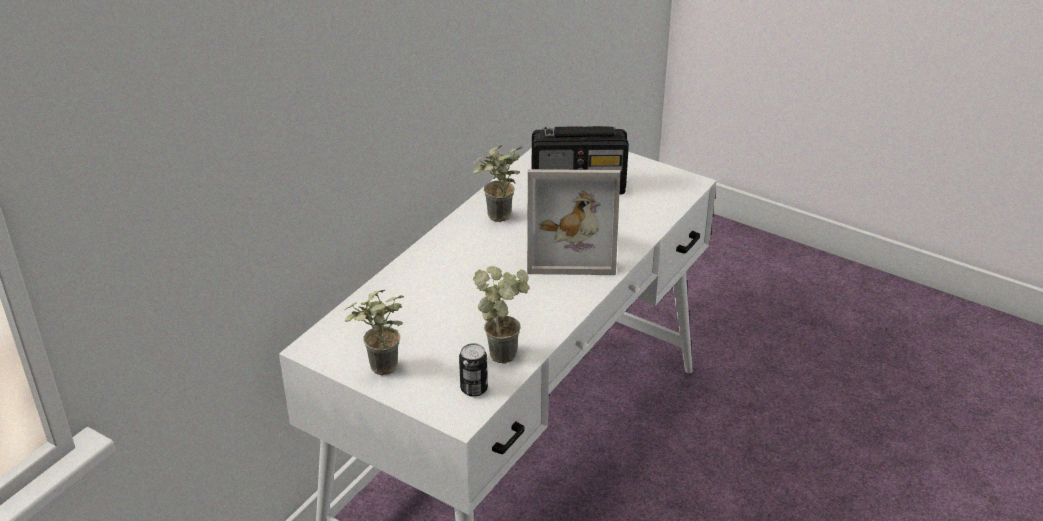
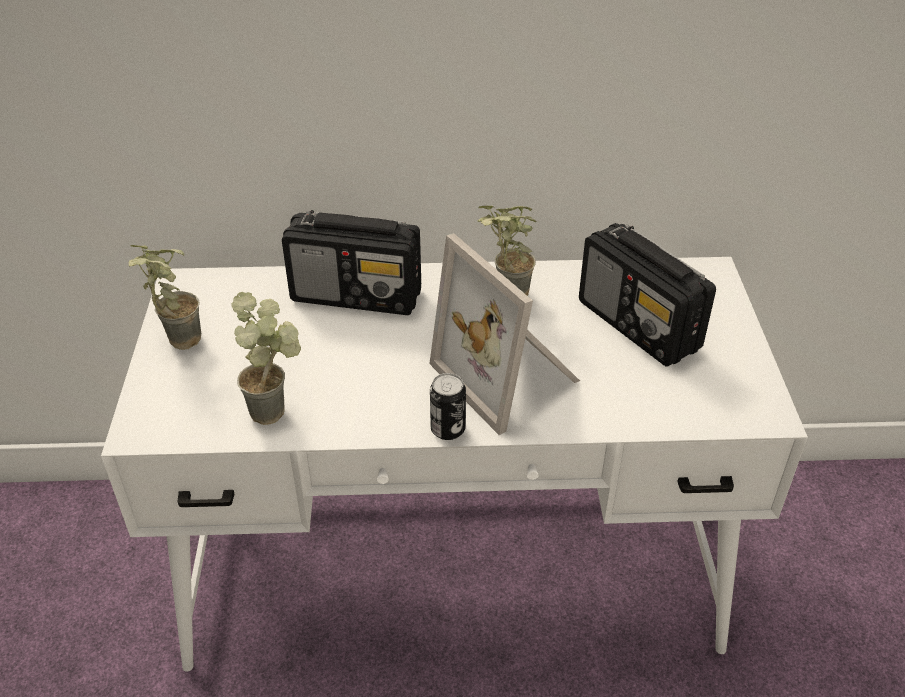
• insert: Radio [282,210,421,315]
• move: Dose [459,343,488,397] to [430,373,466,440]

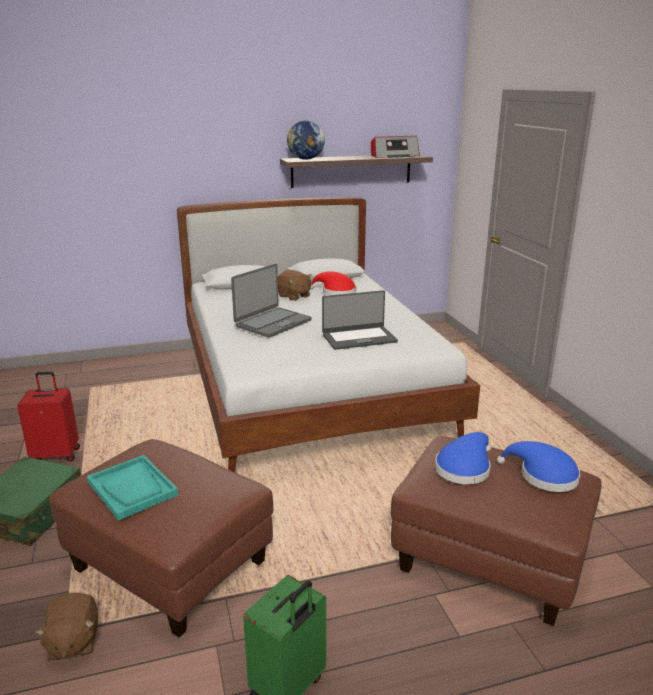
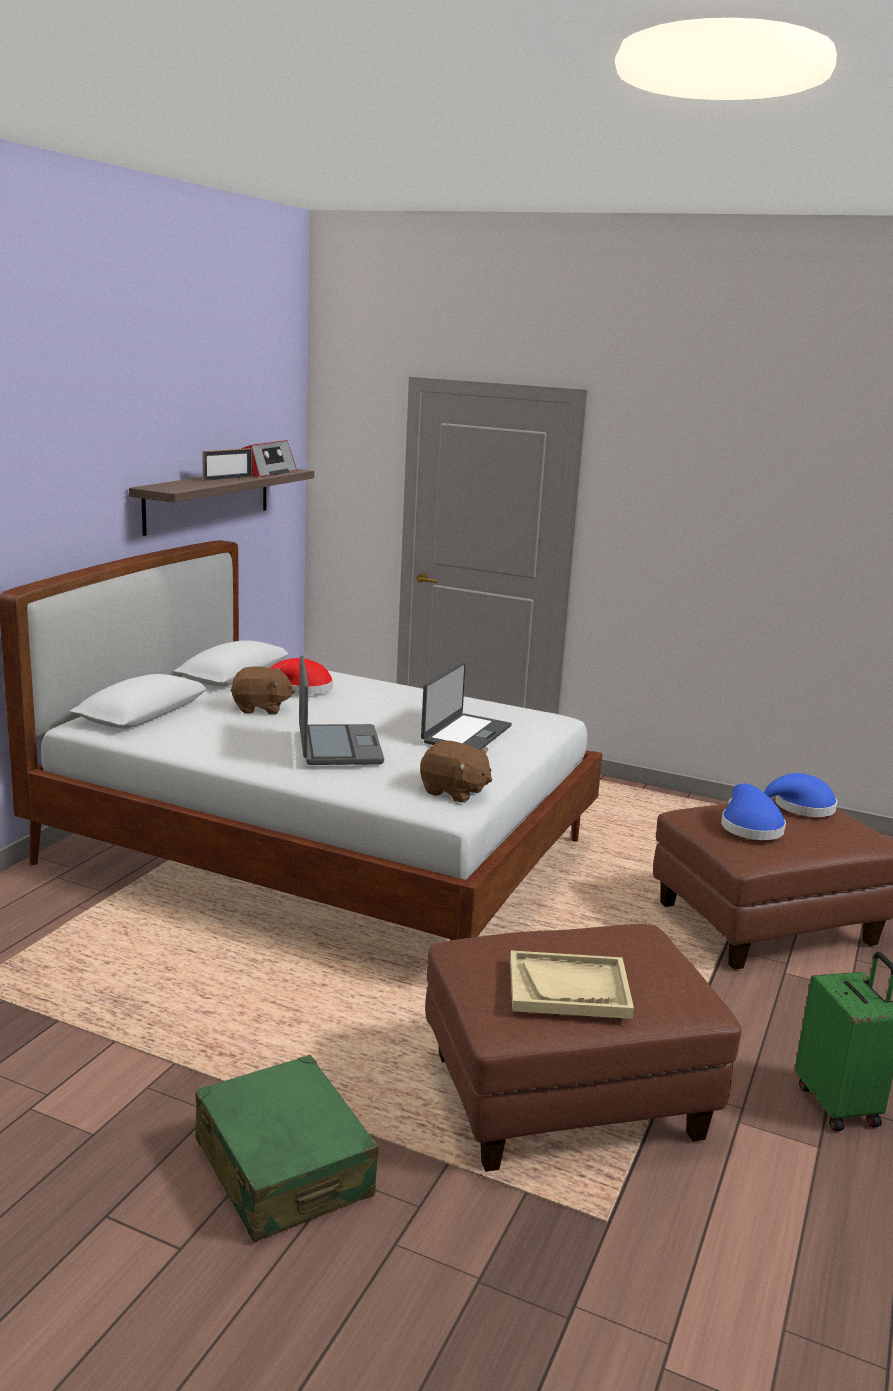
• delete: Koffer (rot) [17,372,80,461]
• delete: Globus [287,120,325,160]
• insert: Bilderrahmen [202,448,252,482]
• move: Plüschtier (braun) [35,593,98,661] to [420,740,492,803]
• recolor: Tablett (türkis) [87,455,179,521] to Tablett (beige) [510,951,634,1019]

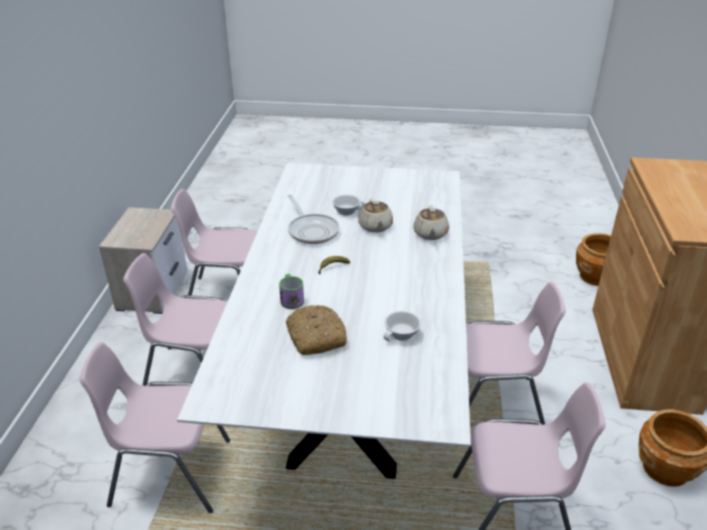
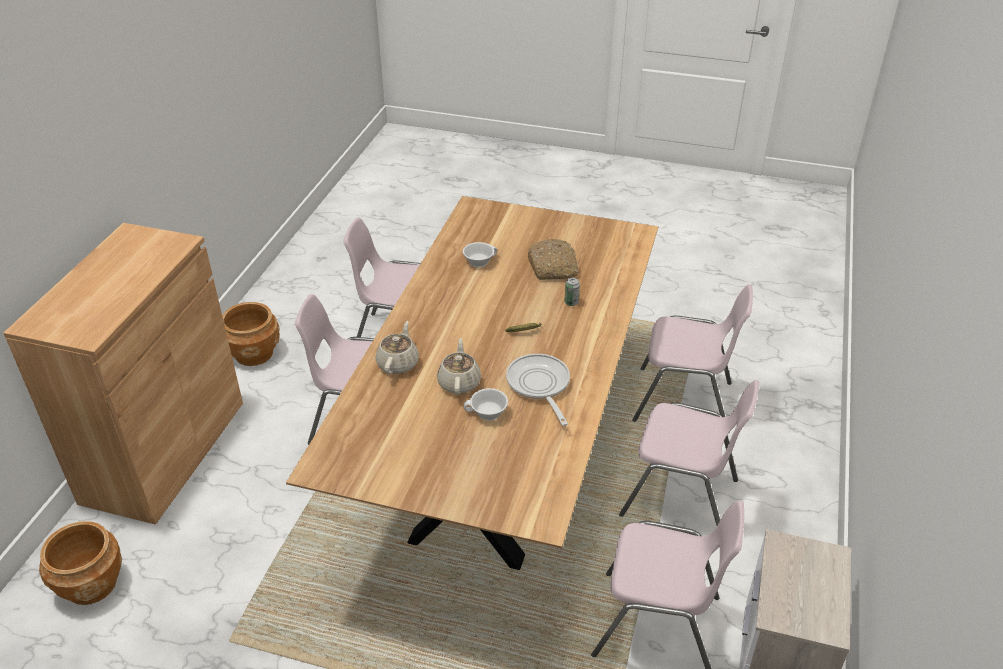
• replace: Henkelbecher [279,274,304,309] to Dose [565,278,580,306]
• recolor: Esstisch (weiß) [177,163,471,479] to Esstisch (braun) [286,196,658,570]

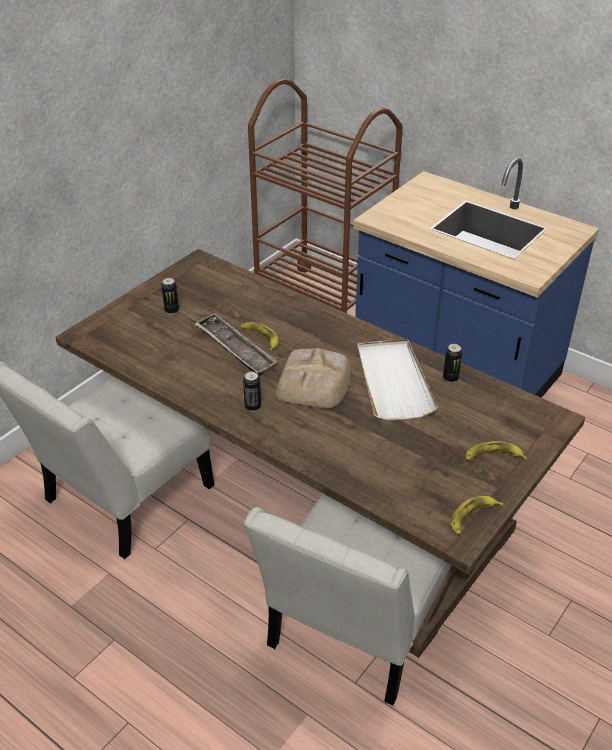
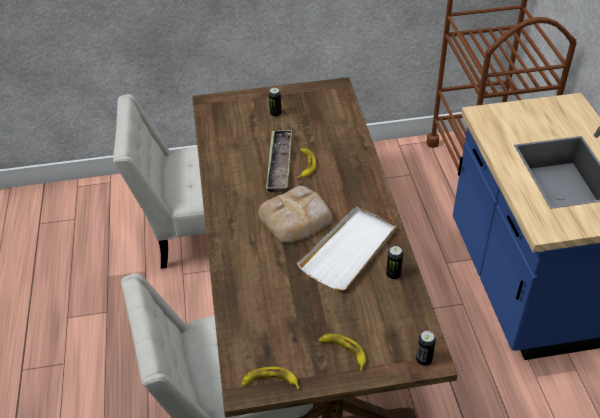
• move: Dose [243,371,261,412] to [416,331,436,366]

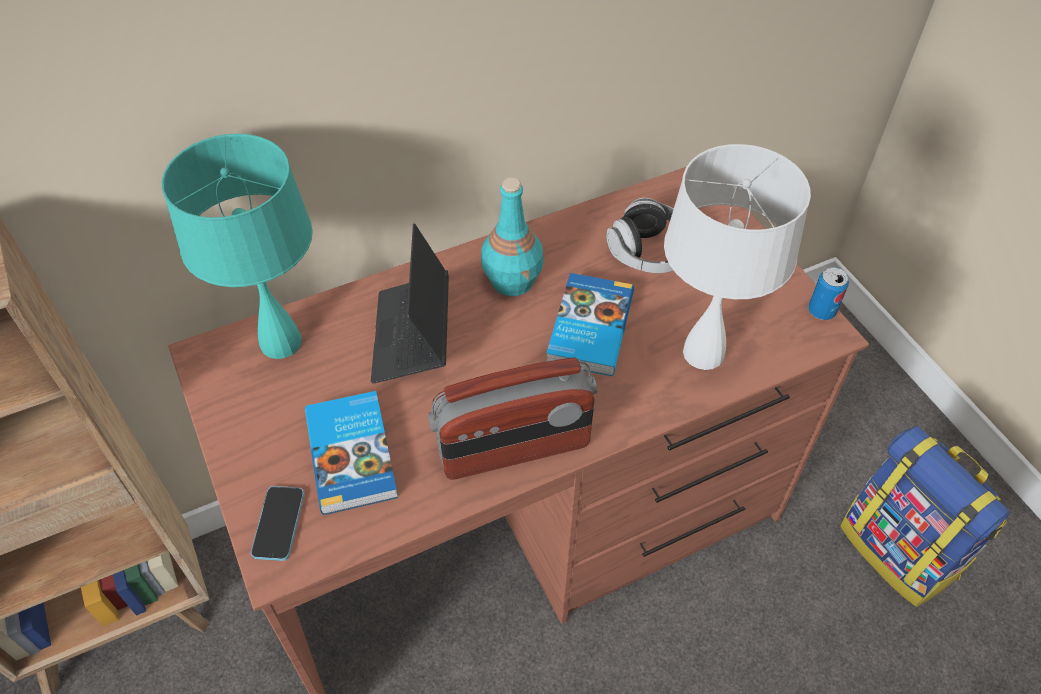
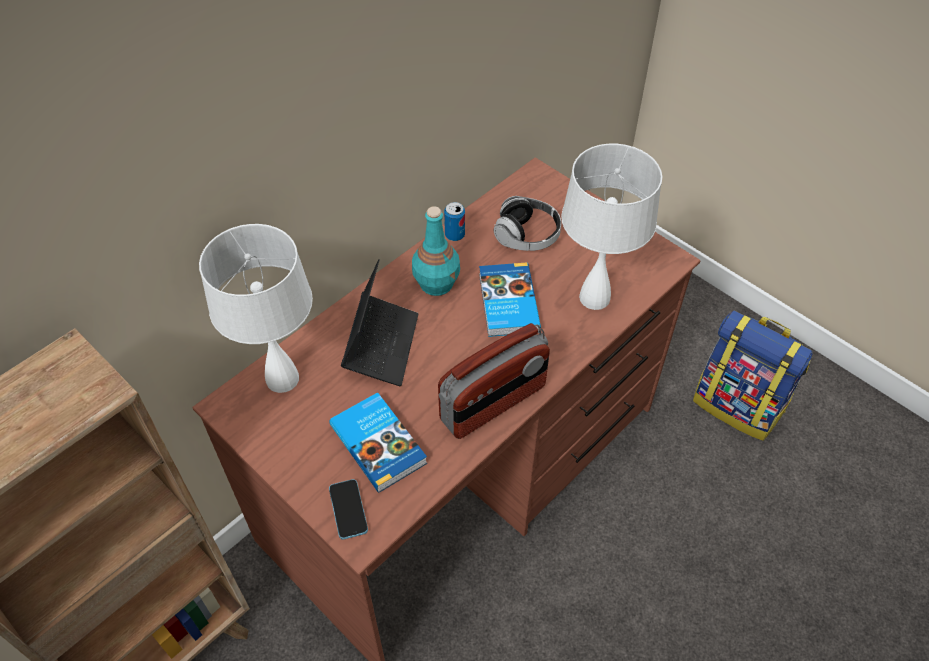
• move: Dose [808,267,849,320] to [444,202,465,241]
• recolor: Tischlampe (türkis) [162,134,313,359] to Tischlampe (weiß) [199,224,313,393]
• rotate: Laptop [371,223,449,383] = [341,259,418,386] 150 degrees counterclockwise

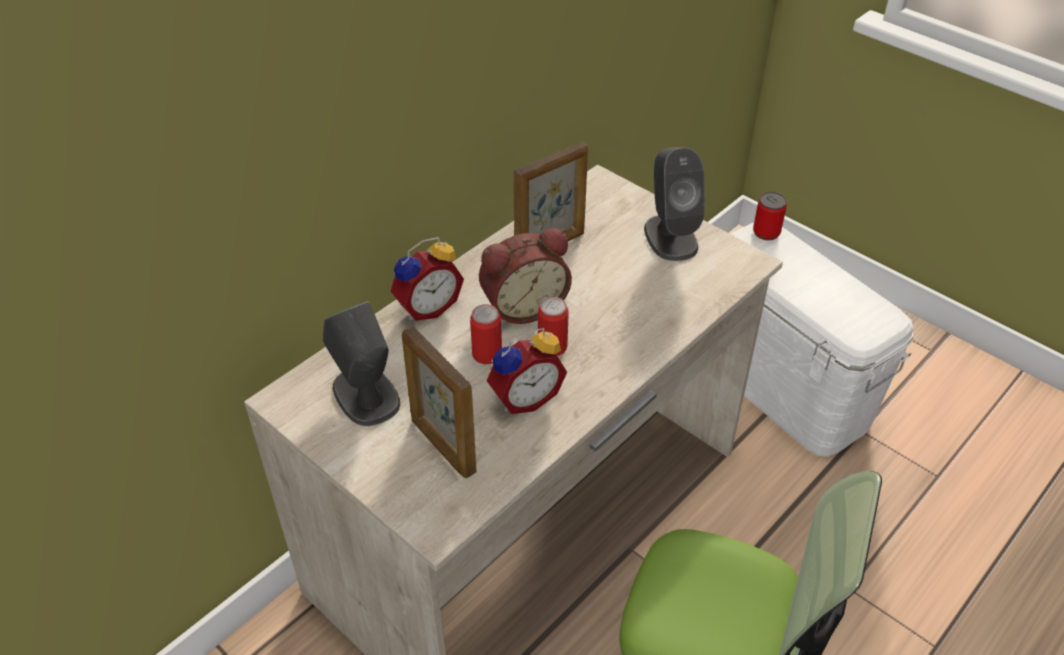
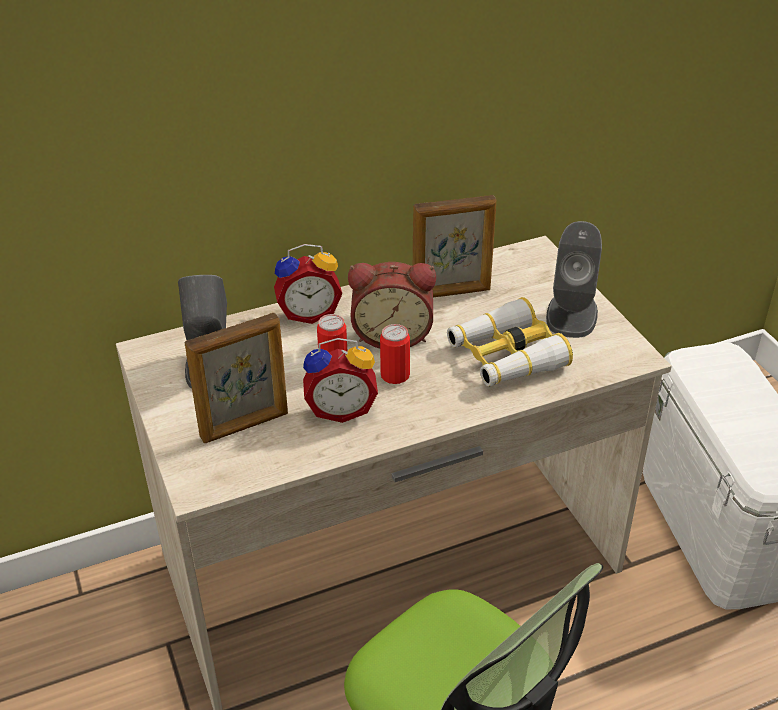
• delete: Dose [753,192,787,240]
• insert: Fernglas [447,297,573,386]
• rotate: Bilderrahmen [402,326,477,479] = [185,313,288,443] 105 degrees counterclockwise

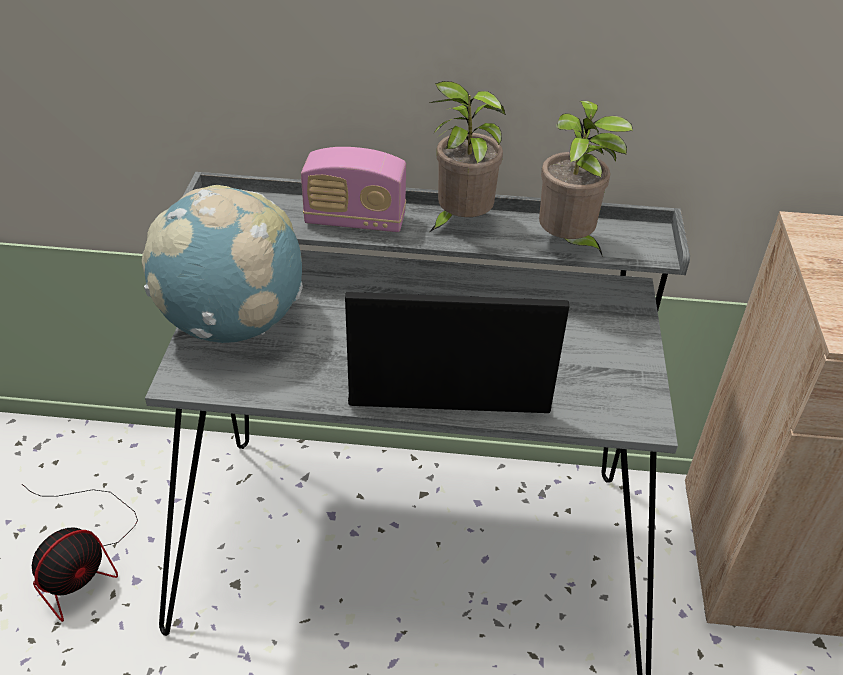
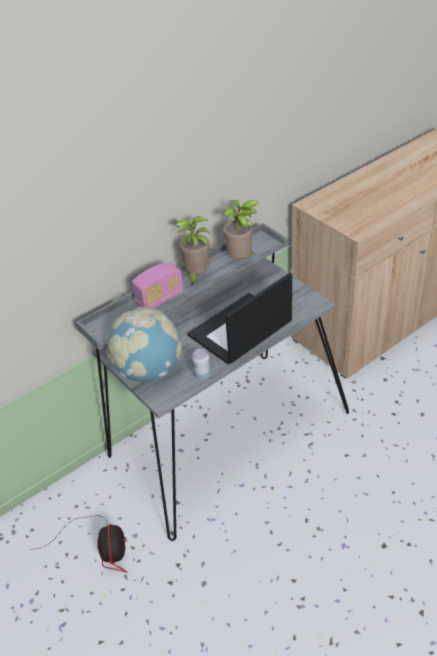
• insert: Dose [192,349,211,379]

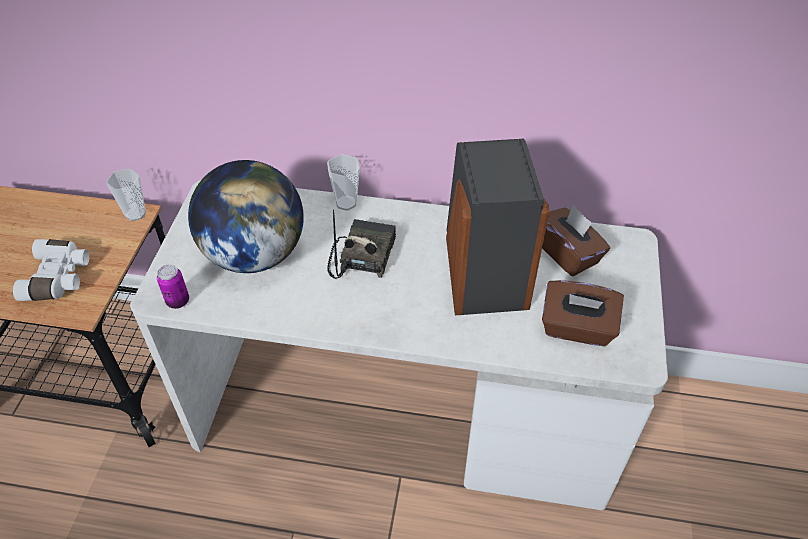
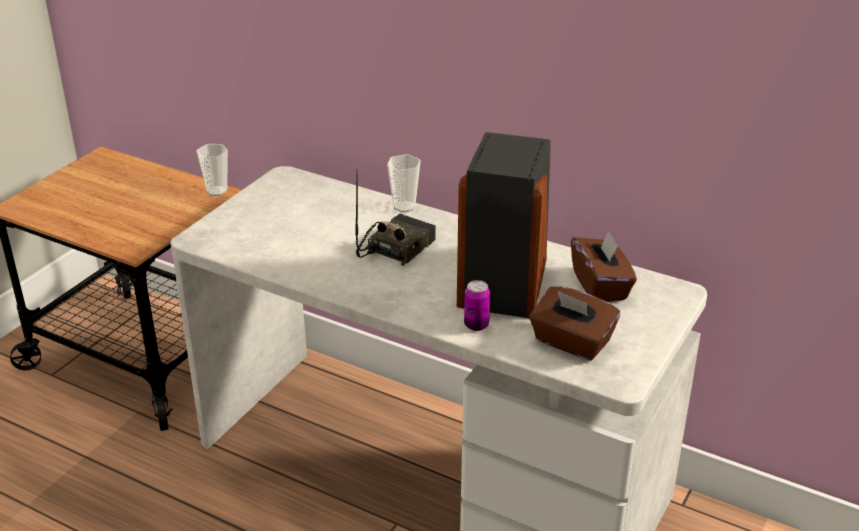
• delete: Fernglas (weiß) [13,239,89,301]
• delete: Globus [188,160,304,273]
• move: Dose [157,264,189,309] to [464,280,490,331]

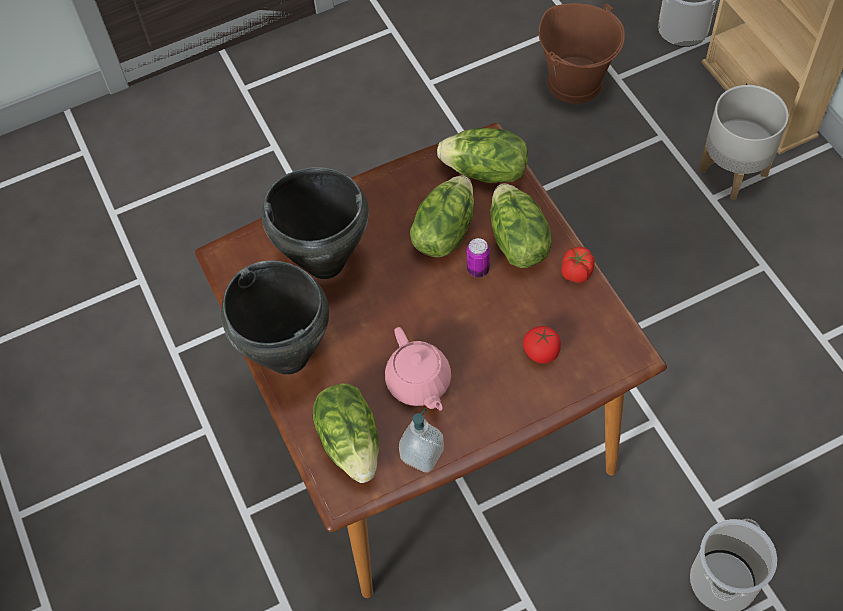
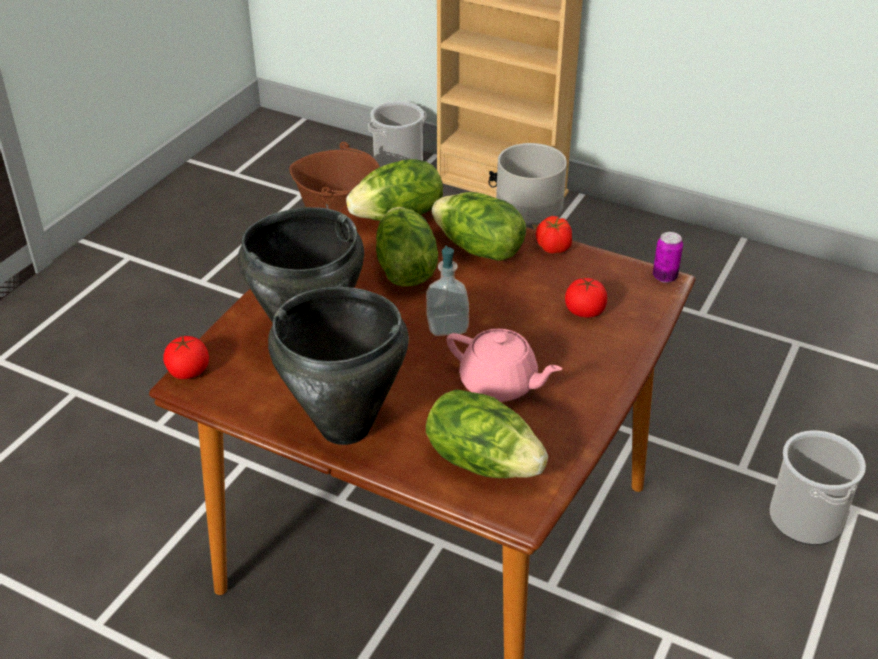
• insert: Tomate [163,336,209,379]
• move: Seifenspender [399,408,444,472] to [426,245,469,336]
• move: Dose [467,238,490,278] to [653,232,683,283]

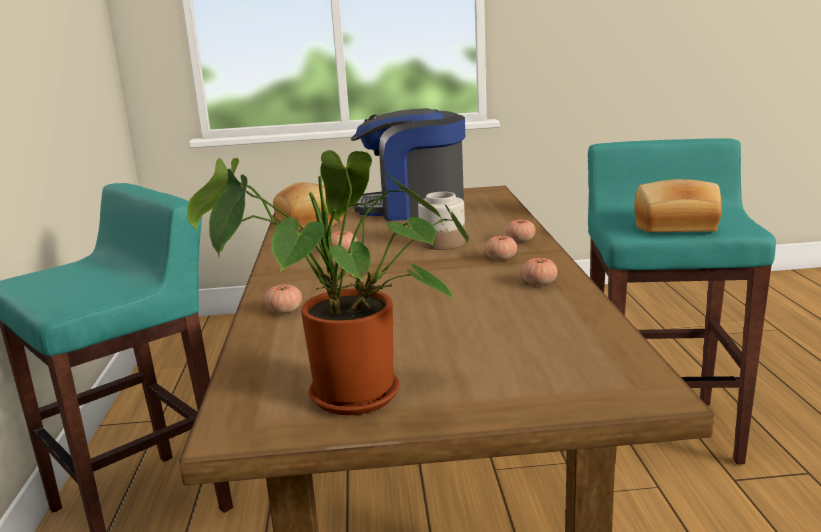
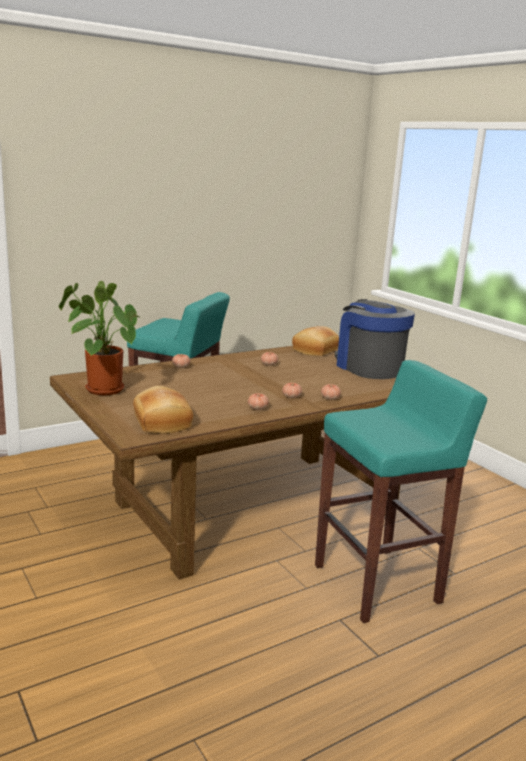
• delete: Vorratsglas [418,192,465,250]
• move: Brot [634,179,722,232] to [133,386,193,434]

